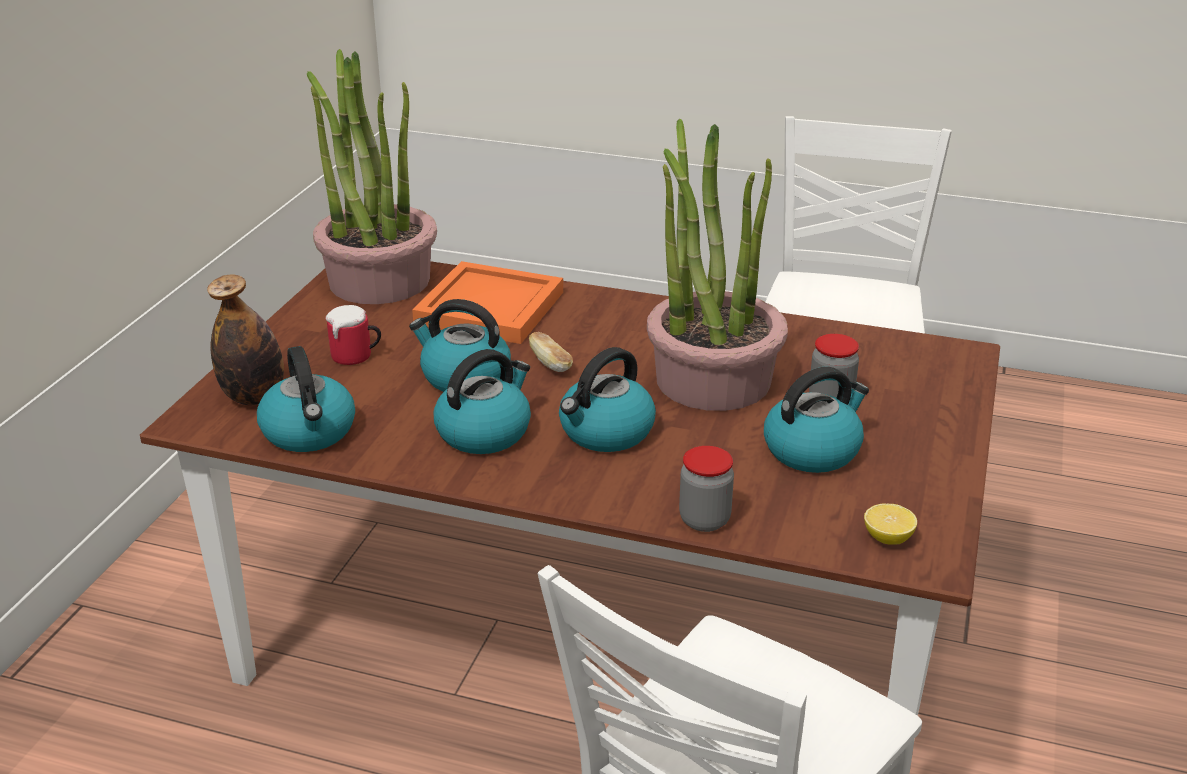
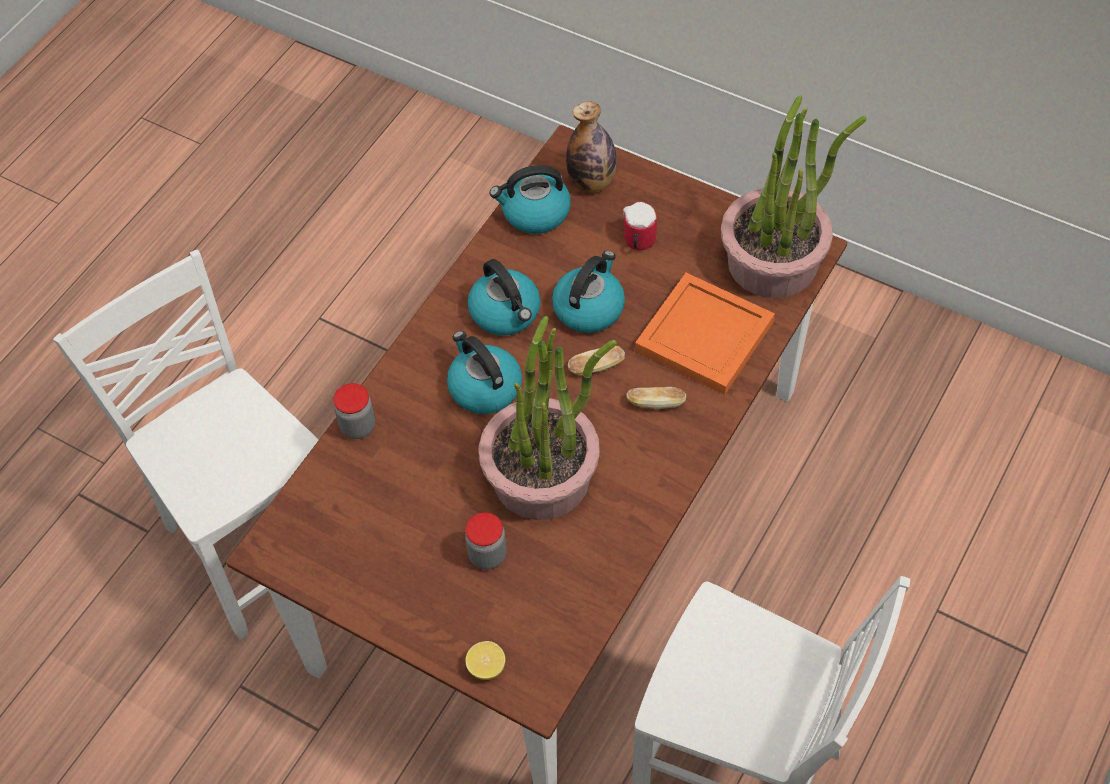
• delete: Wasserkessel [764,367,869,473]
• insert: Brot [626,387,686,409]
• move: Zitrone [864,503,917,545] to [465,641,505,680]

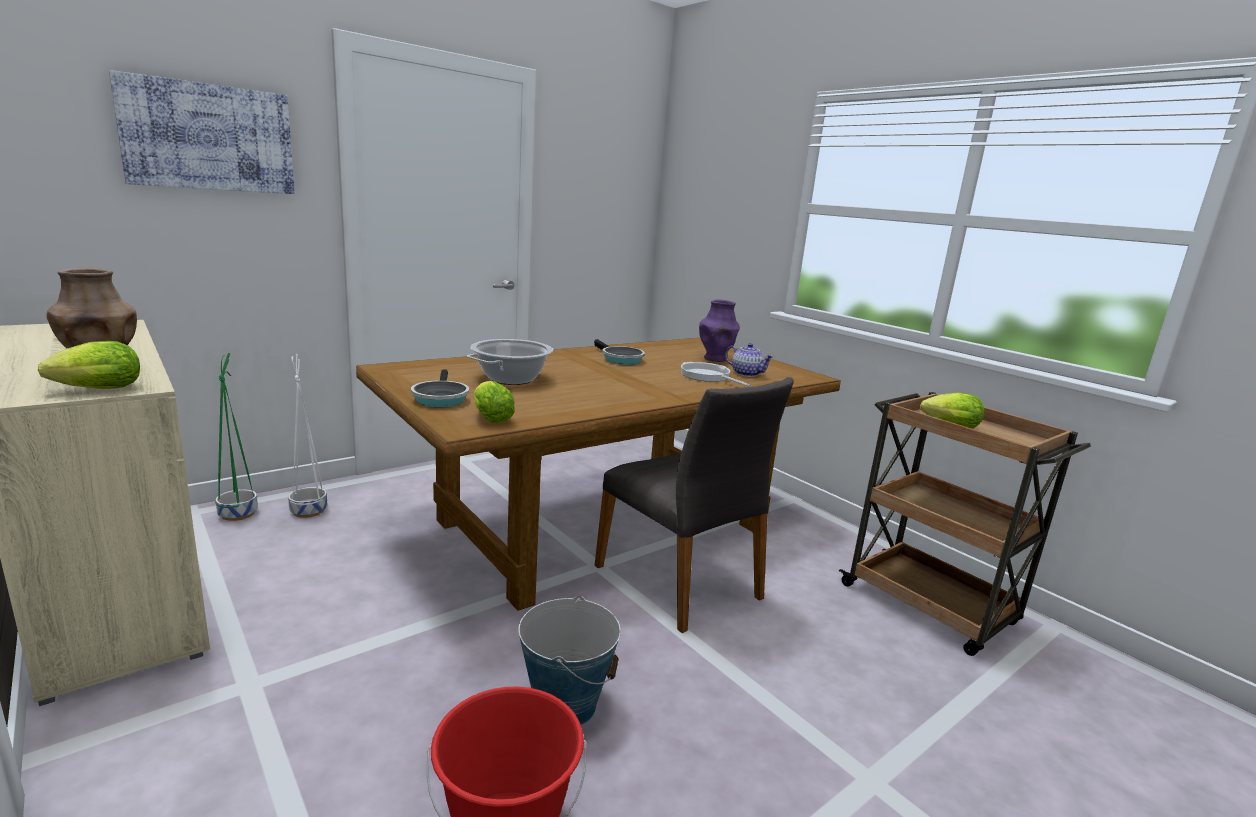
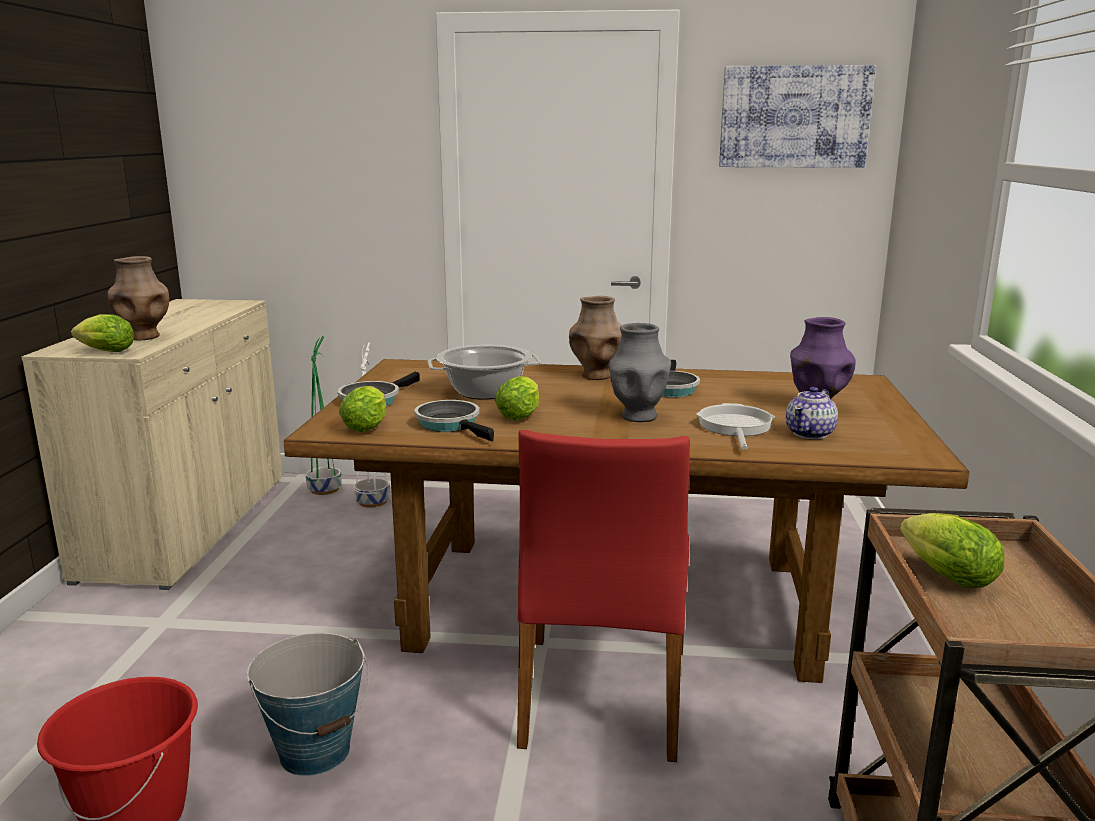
• insert: Pfanne [414,400,494,441]
• insert: Salatkopf [495,376,540,421]
• insert: Vase (braun) [569,296,622,380]
• insert: Vase (grau) [608,323,671,422]
• move: Bild [109,70,295,194] to [719,65,876,168]
• recolor: Stuhl (grau) [595,377,794,633] to Stuhl (rot) [517,430,690,762]
• rotate: Teekanne [725,343,774,377] = [786,387,838,439] 45 degrees clockwise

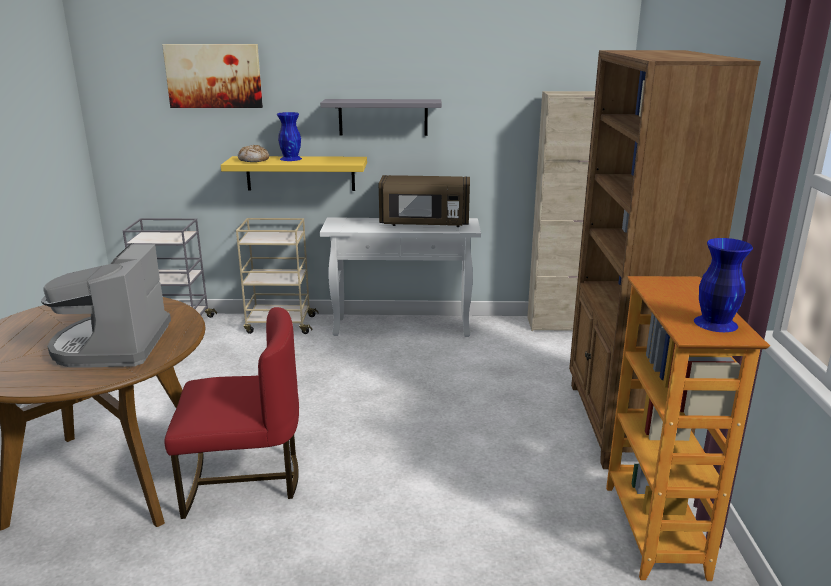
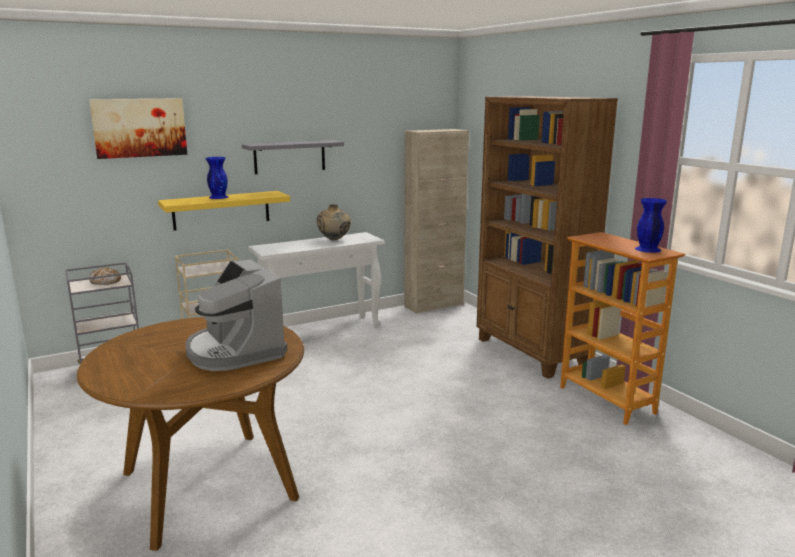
• delete: Stuhl (rot) [164,307,299,519]
• move: Brot [238,145,269,162] to [89,268,121,285]
• replace: Mikrowelle (braun) [379,175,470,227] to Vase (beige) [317,204,351,240]

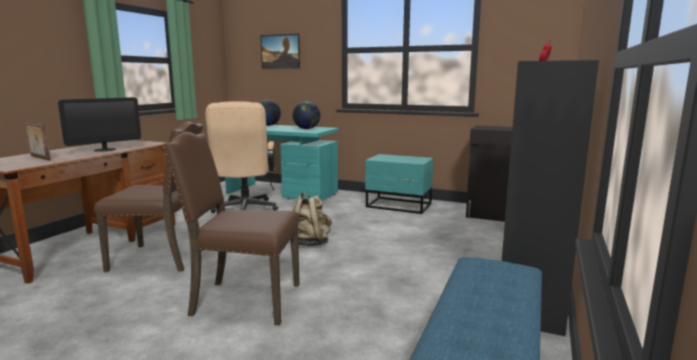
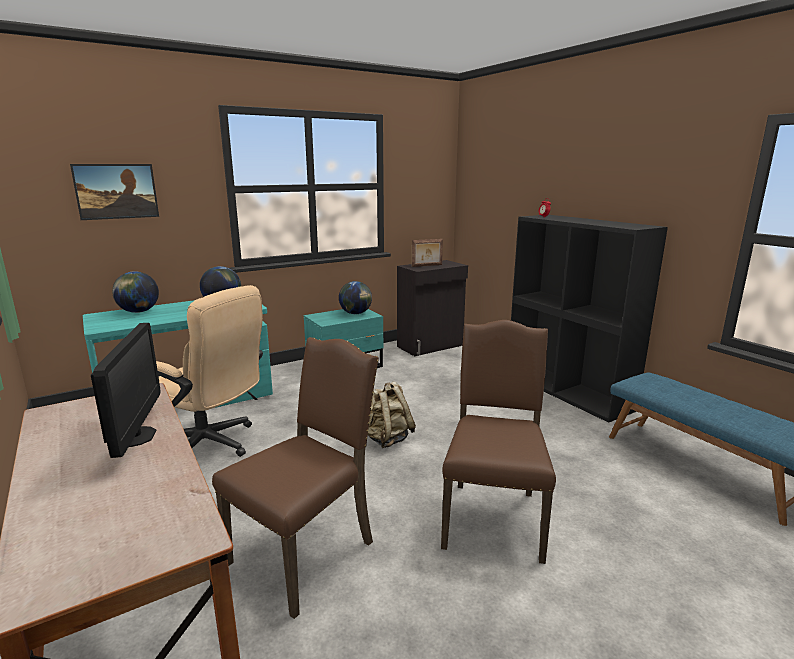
• insert: Globus [339,281,372,314]
• move: Bilderrahmen [26,120,51,161] to [412,239,443,267]
• rotate: Stuhl (braun) [162,132,300,325] = [441,320,556,564] 150 degrees clockwise

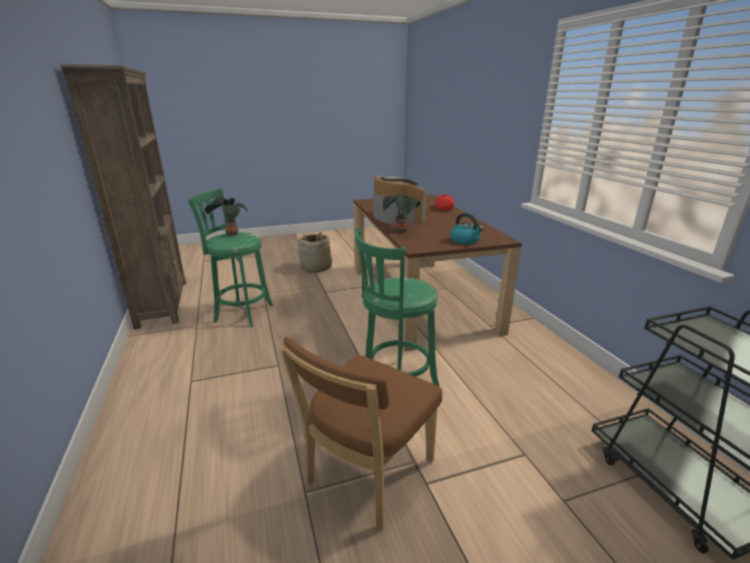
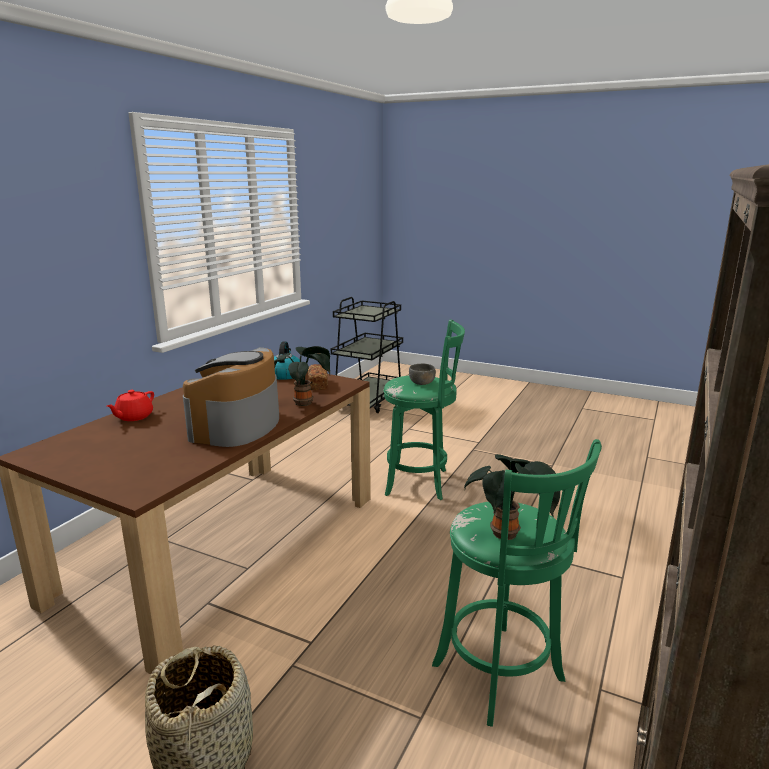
• delete: Stuhl (braun) [279,337,442,531]
• insert: Brot [308,364,328,390]
• insert: Schüssel (grau) [409,364,436,385]

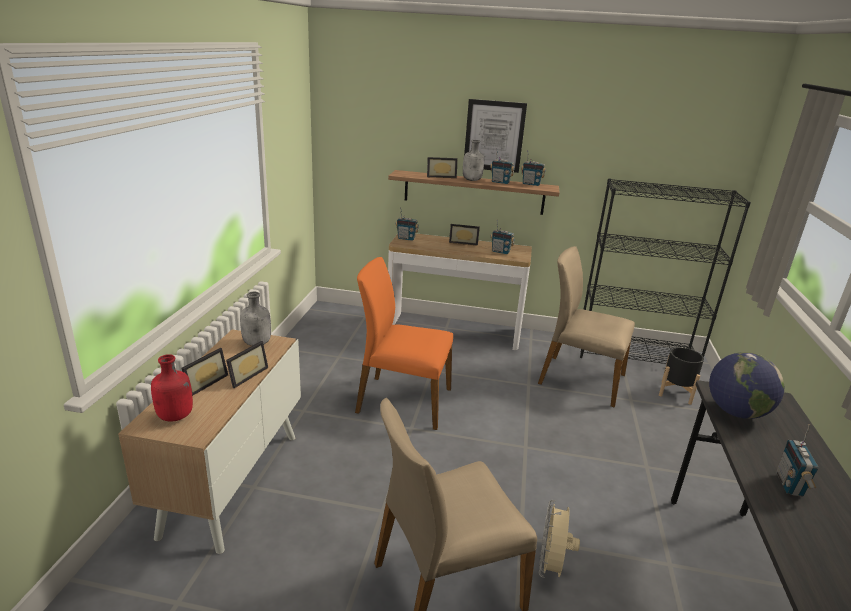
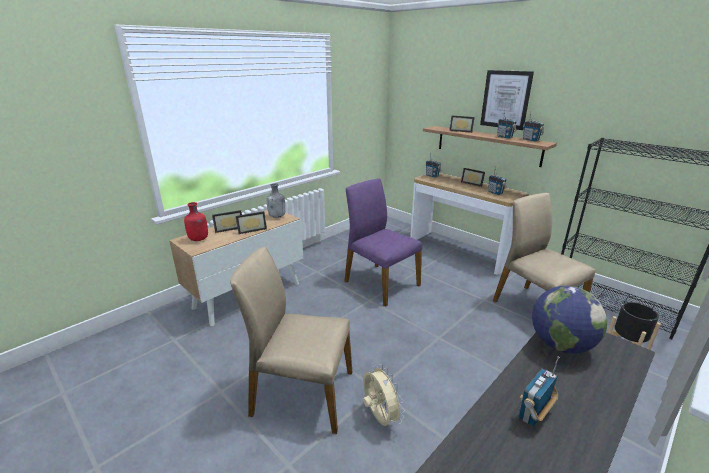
• delete: Flasche (grau) [463,140,484,181]
• recolor: Stuhl (orange) [355,257,453,430] to Stuhl (lila) [345,179,422,307]
• rotate: Ventilator (beige) [539,500,580,578] = [363,364,405,426] 105 degrees clockwise

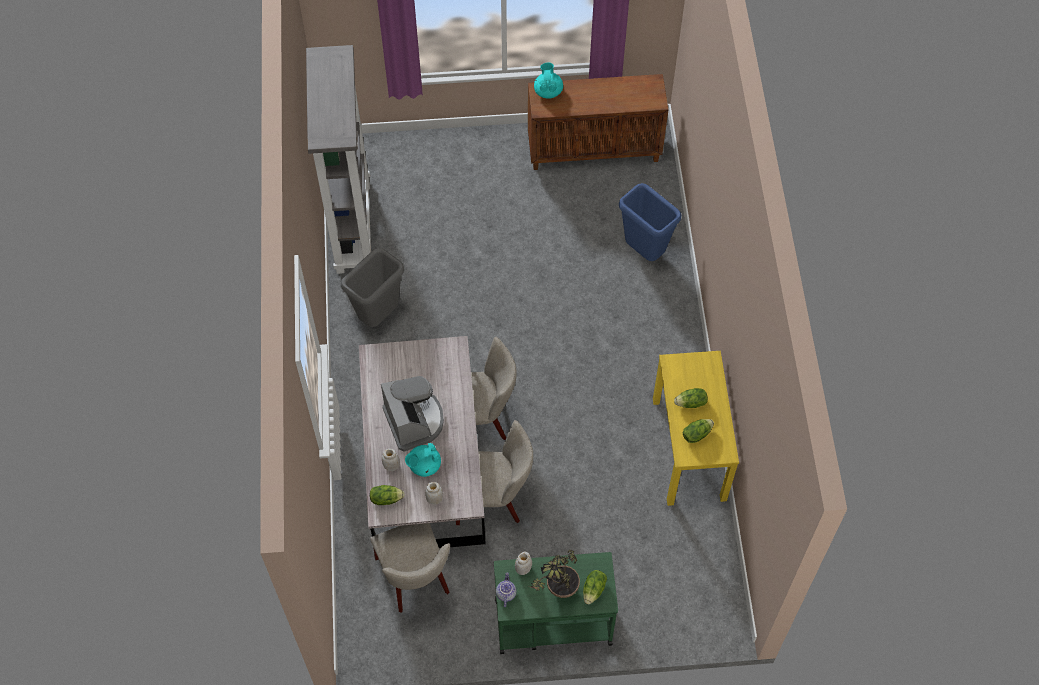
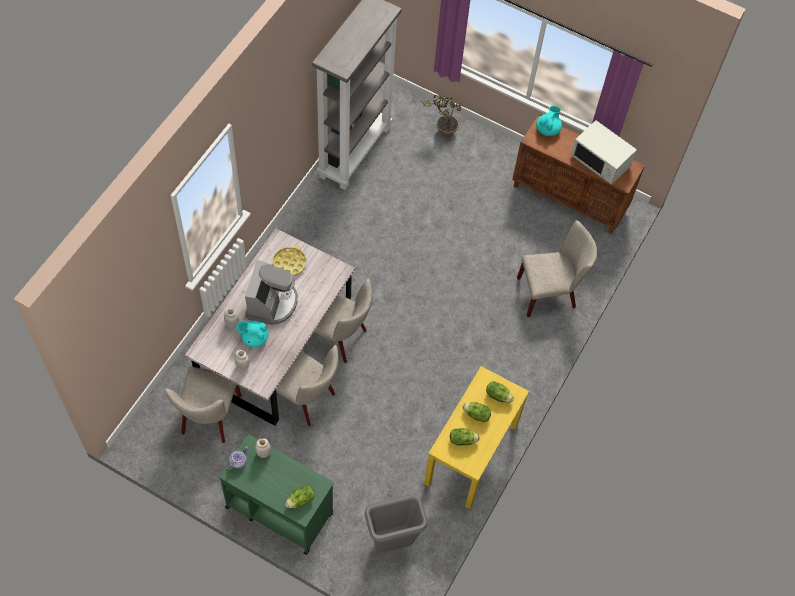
• insert: Tablett (gelb) [272,245,306,276]
• insert: Mikrowelle (weiß) [571,120,637,185]
• move: Mülleimer (grau) [341,248,404,327] to [365,494,428,552]
• move: Salatkopf [370,485,405,505] to [486,381,514,403]
• move: Topfpflanze [531,550,580,598] to [421,95,462,138]
• replace: Mülleimer (blau) [619,183,681,261] to Stuhl (beige) [517,220,597,317]

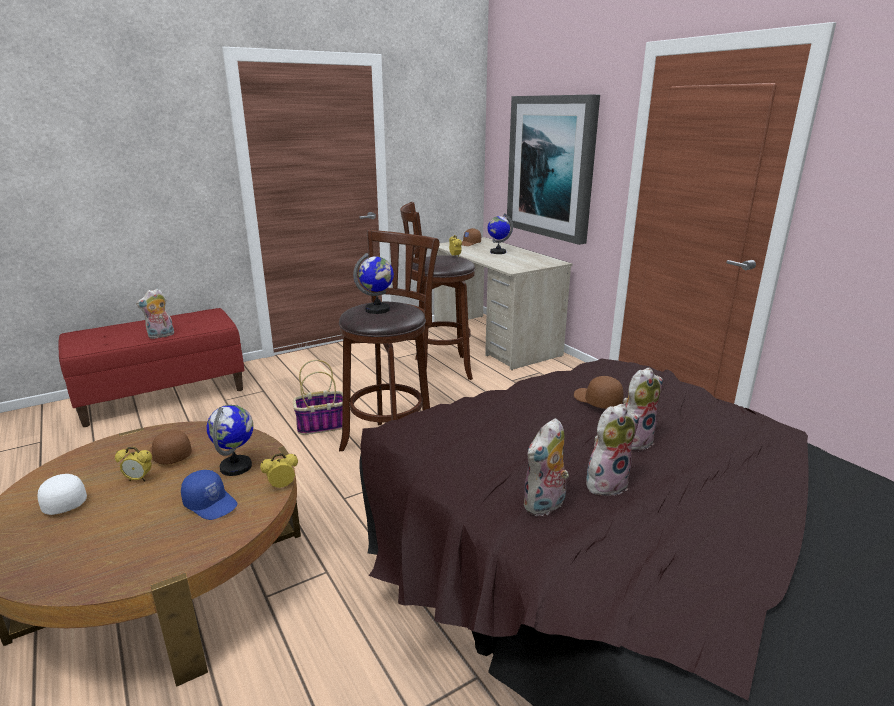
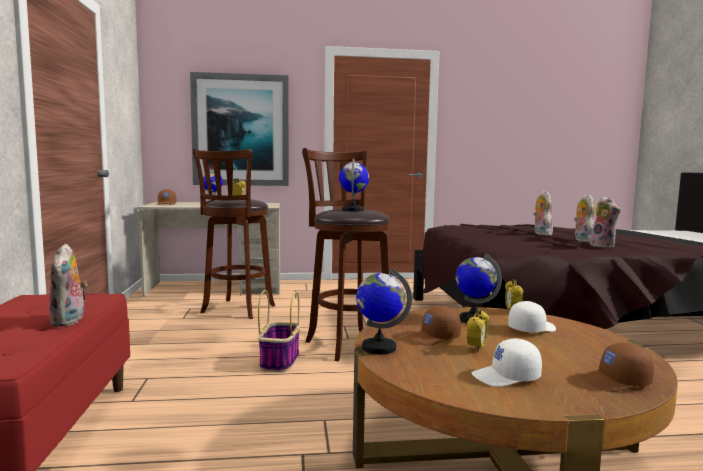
• insert: Globus [356,268,412,355]
• move: Kappe (braun) [574,376,624,409] to [580,343,654,392]
• recolor: Kappe (blau) [181,470,238,520] to Kappe (weiß) [508,301,556,332]

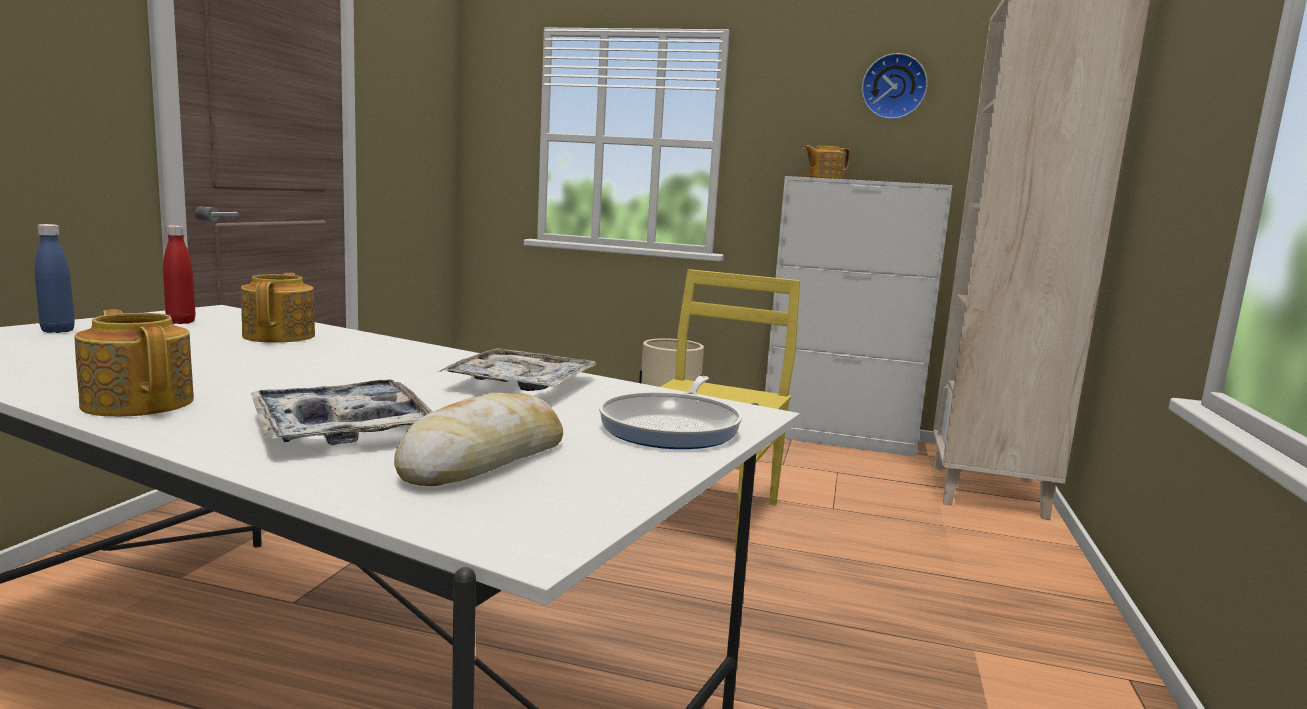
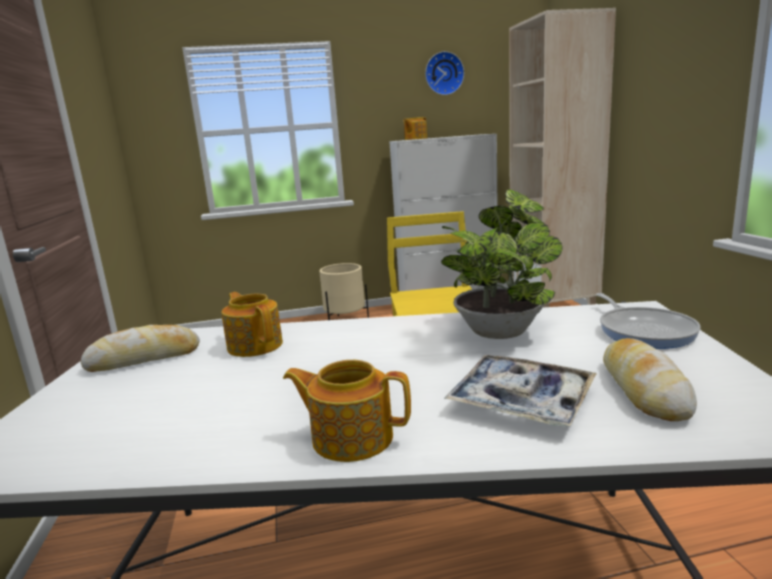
• delete: Flasche (blau) [35,224,75,333]
• replace: Flasche (rot) [163,225,195,324] to Brot [81,325,200,372]
• replace: Tablett [438,348,596,391] to Topfpflanze [441,189,563,339]

